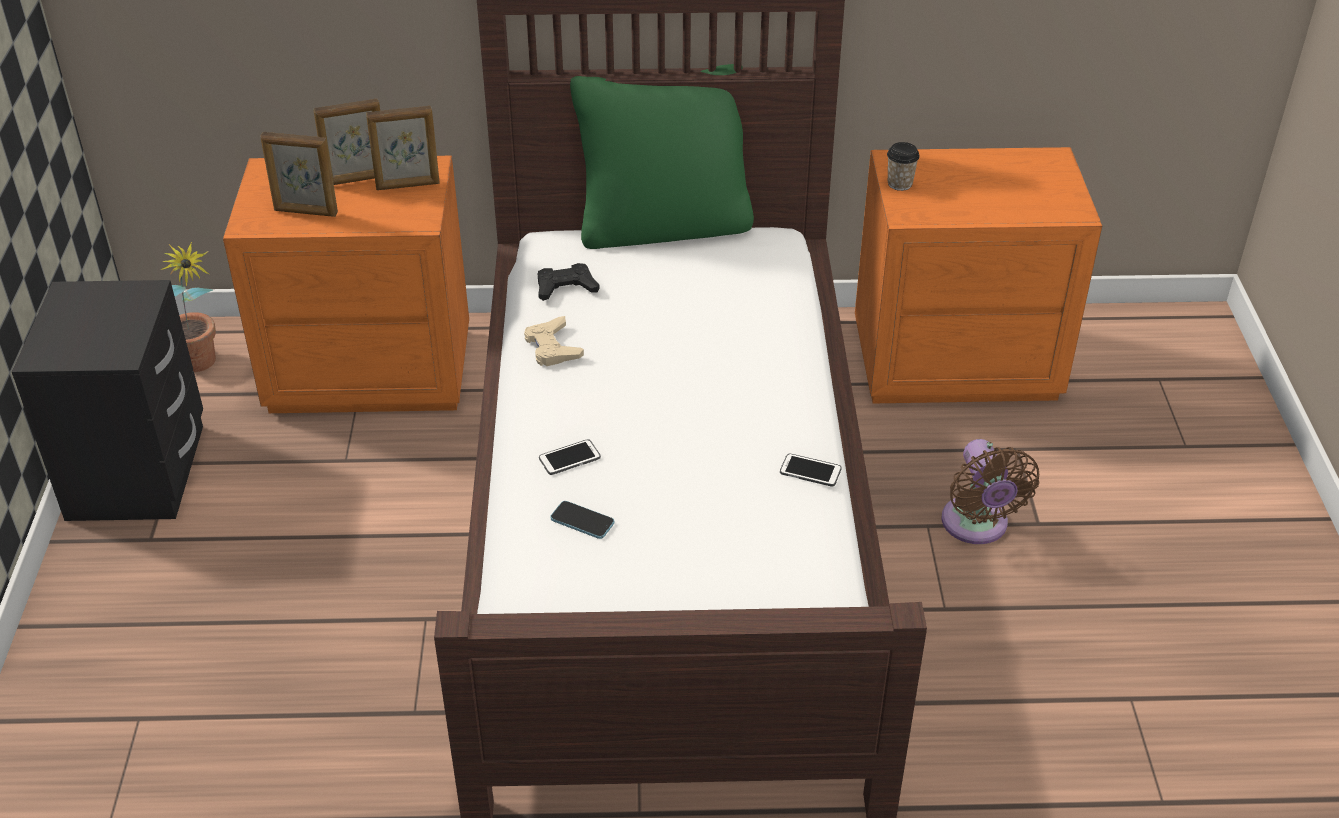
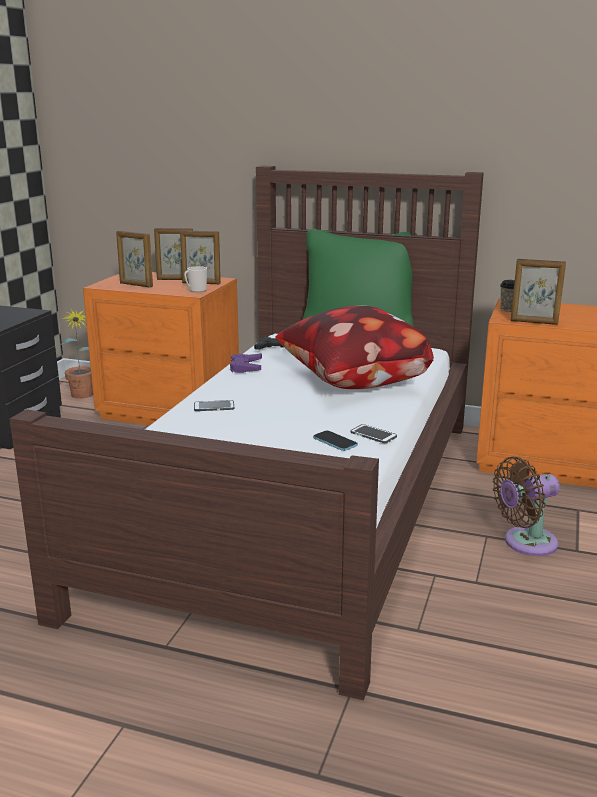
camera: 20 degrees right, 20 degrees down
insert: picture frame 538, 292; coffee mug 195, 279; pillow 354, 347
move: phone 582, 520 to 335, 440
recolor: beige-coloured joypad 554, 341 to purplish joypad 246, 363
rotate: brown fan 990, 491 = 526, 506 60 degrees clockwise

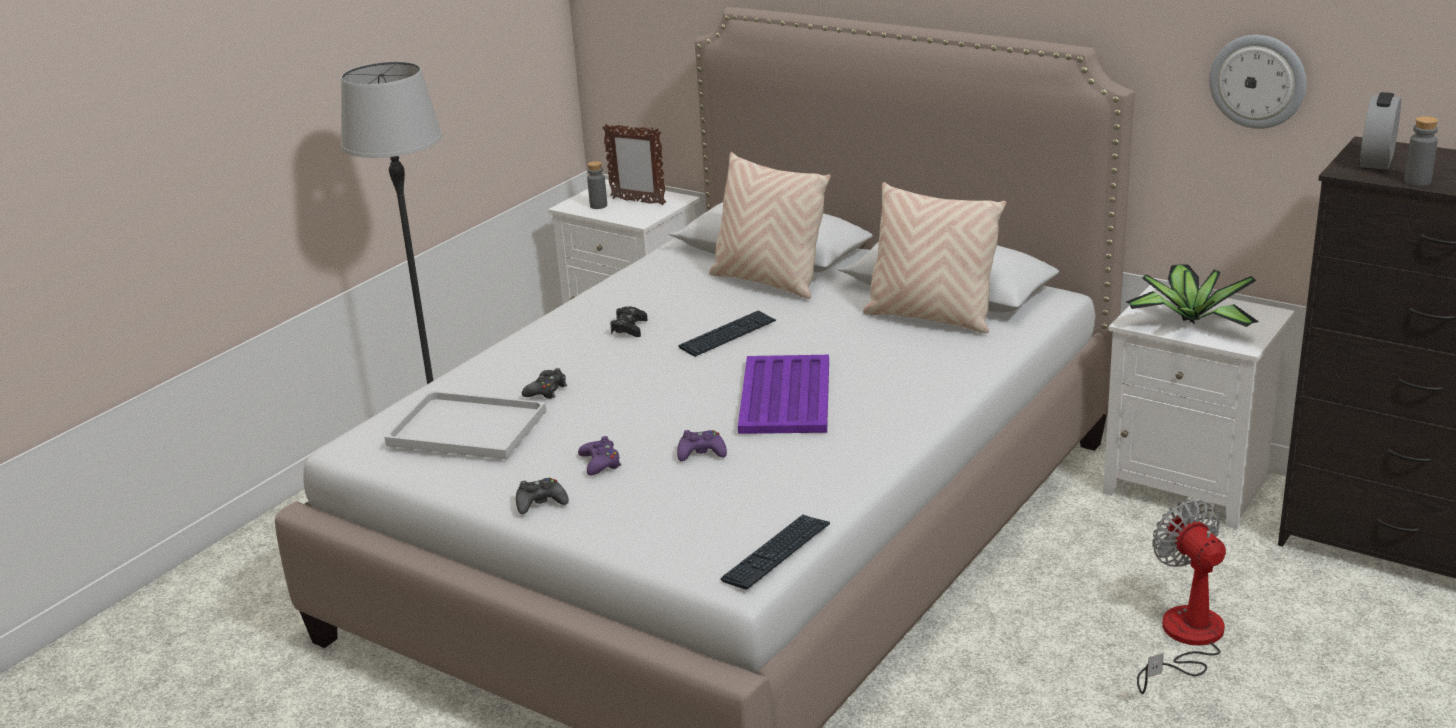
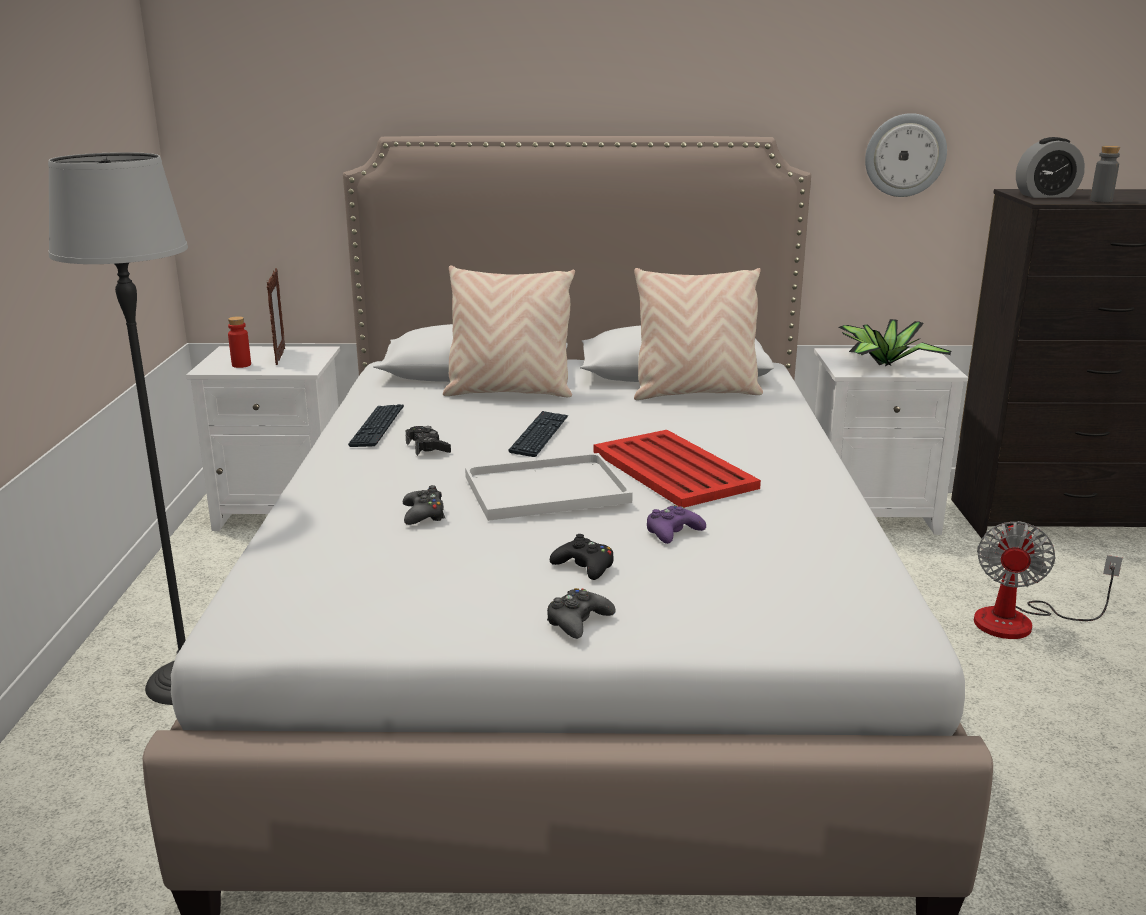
camera: 35 degrees left, 5 degrees down
move: white-coloured serving tray 465, 425 to 549, 487; computer keyboard 775, 552 to 376, 425
recolor: greyish drink bottle 597, 185 to red-coloured drink bottle 239, 342; purplish serving tray 783, 394 to red-coloured serving tray 677, 469; purplish joypad 599, 456 to blackish joypad 582, 557
rotate: alarm clock 1380, 131 = 1050, 167 90 degrees counterclockwise; picture frame 634, 164 = 276, 316 90 degrees counterclockwise; fan 1181, 596 = 1048, 580 105 degrees counterclockwise

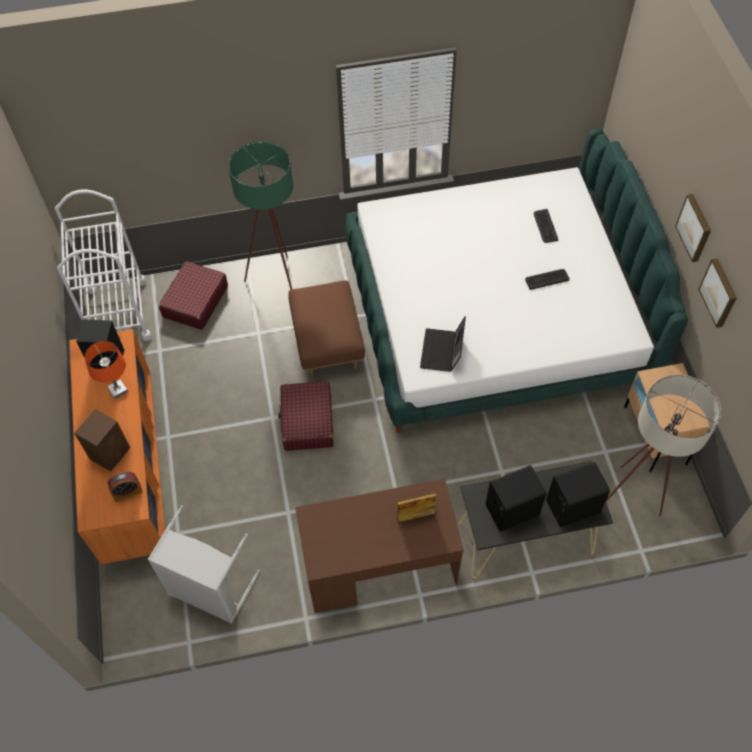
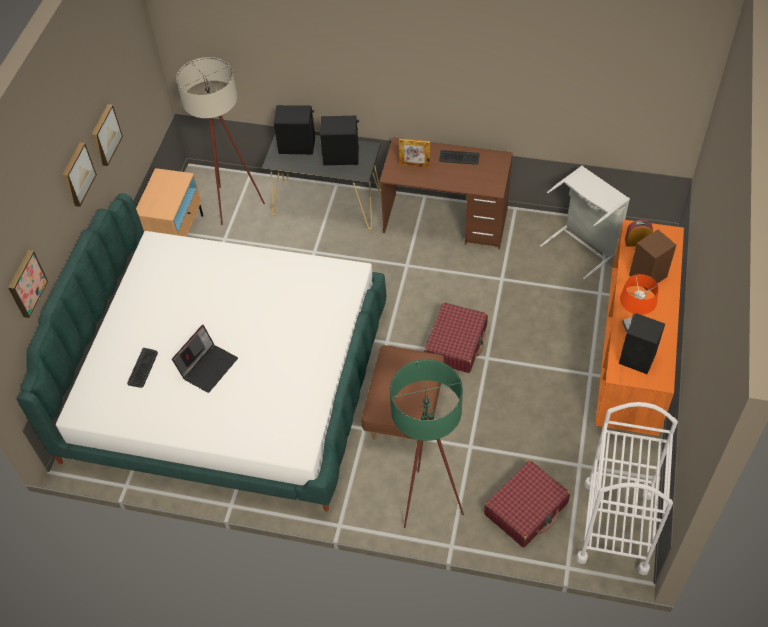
camera: 155 degrees left, 5 degrees down
insert: wall art 28, 284
move: computer keyboard 547, 279 to 459, 157; laptop 443, 344 to 205, 359

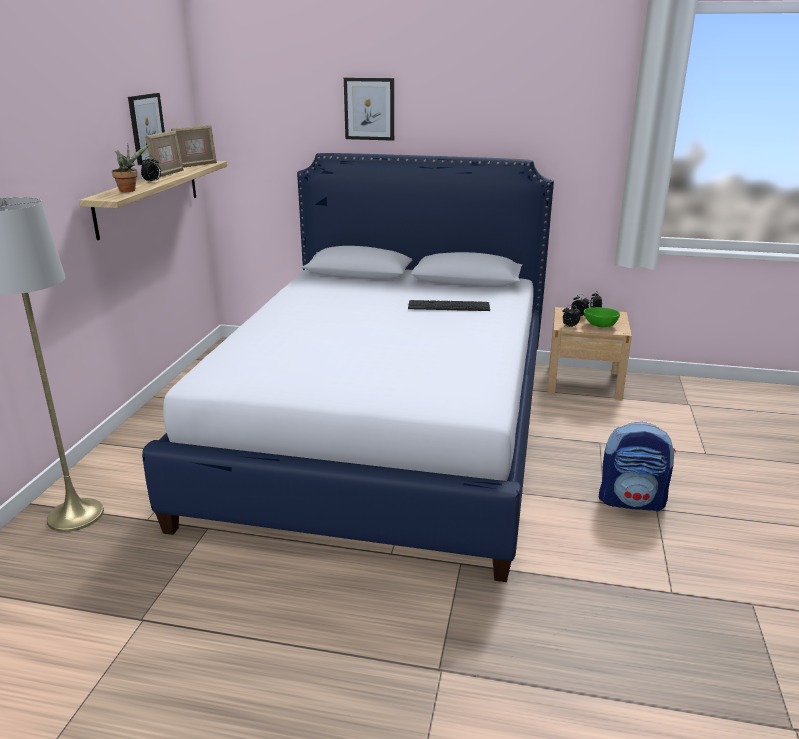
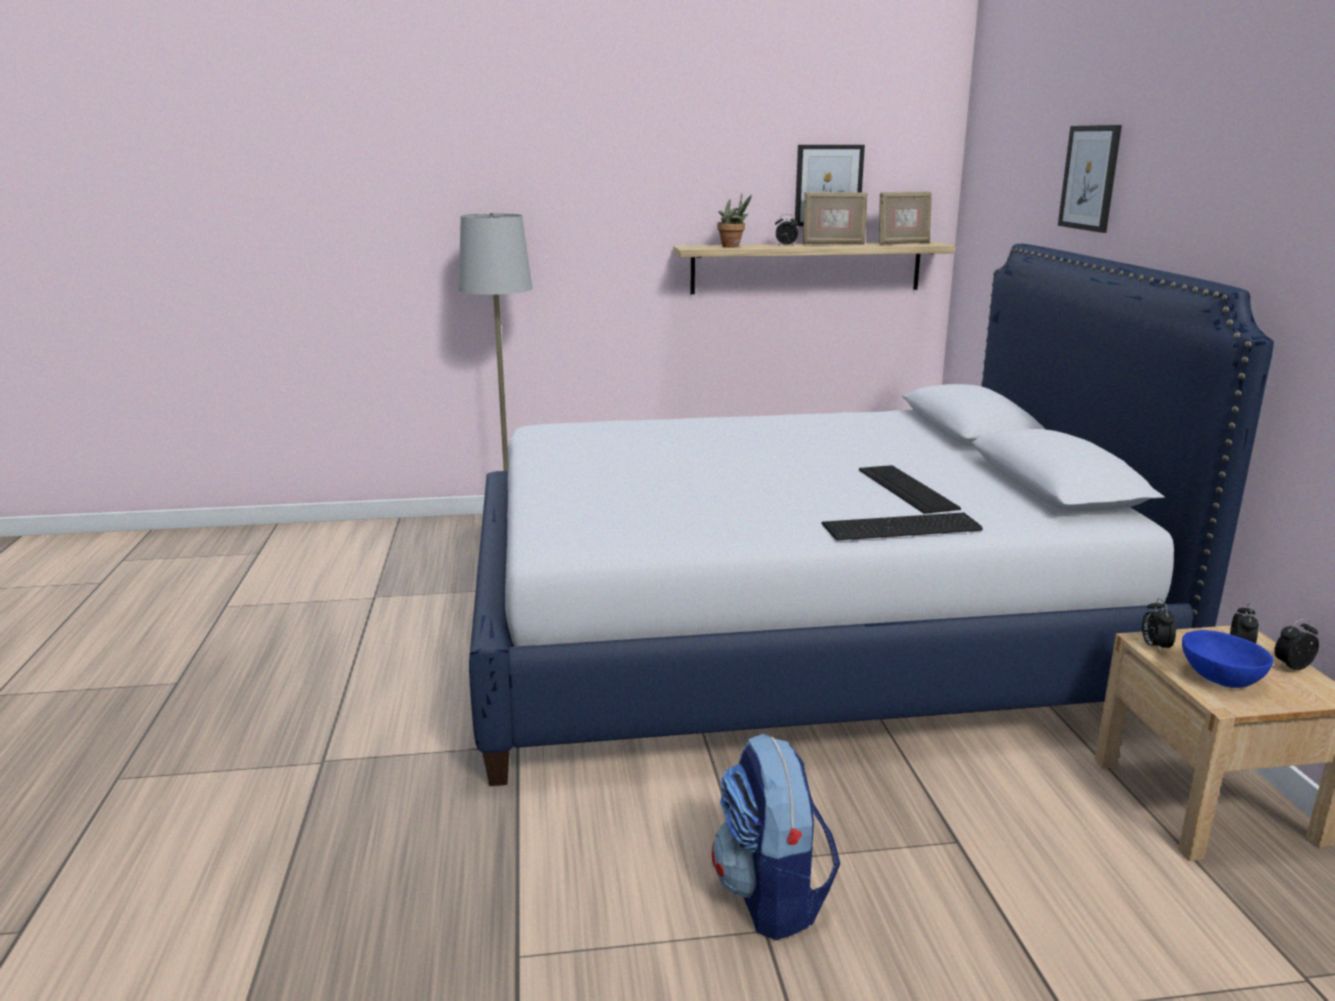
camera: 70 degrees right, 5 degrees down
insert: computer keyboard 902, 526
recolor: green bowl 602, 317 to blue-coloured bowl 1228, 659
rotate: picture frame 194, 146 = 905, 218 45 degrees counterclockwise

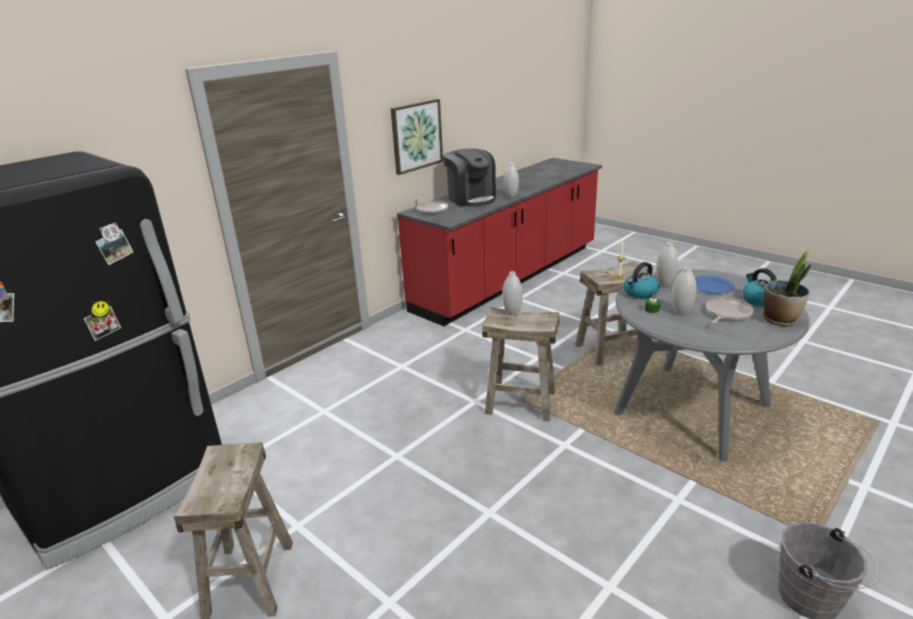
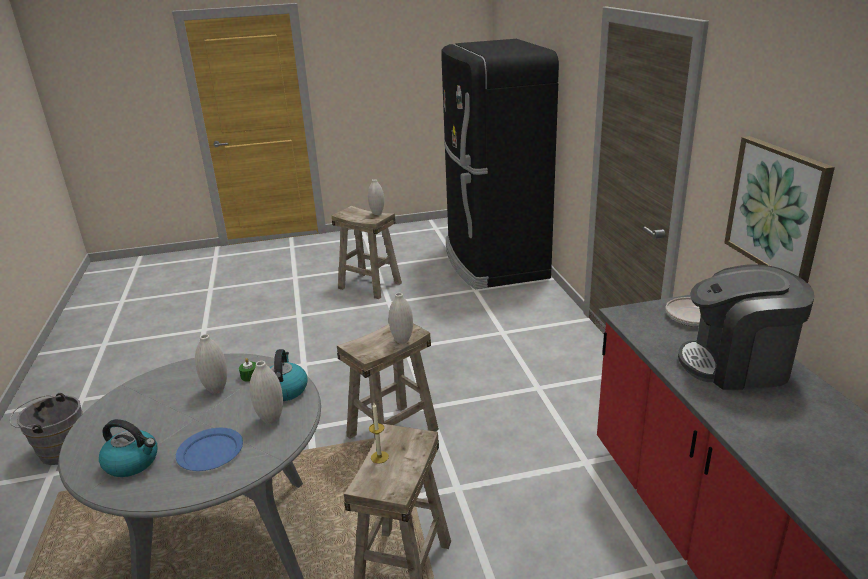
camera: 125 degrees right, 0 degrees up
delete: houseplant 787, 287; skillet 730, 310
move: white-coloured decorative vase 511, 180 to 376, 197

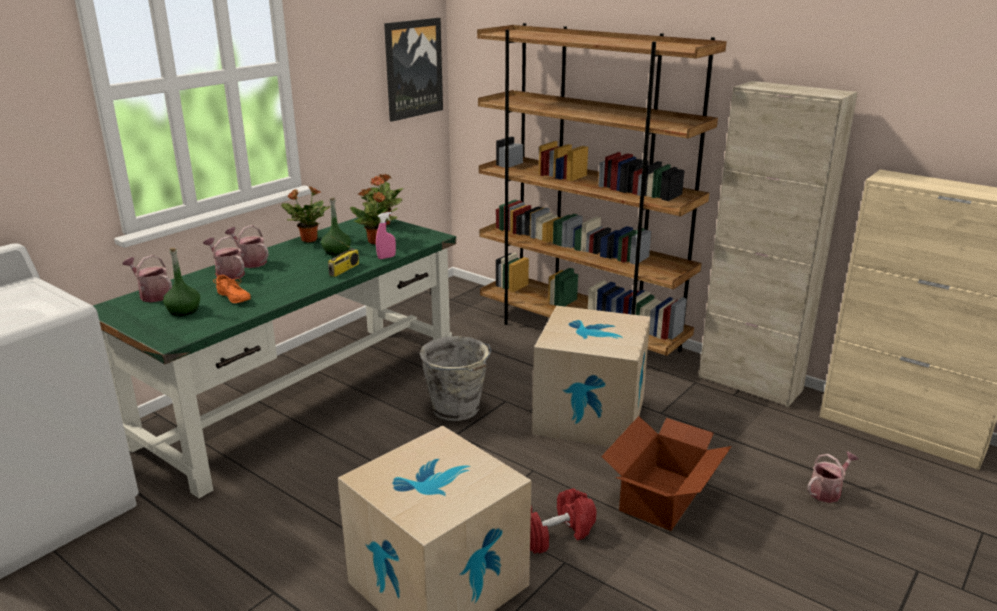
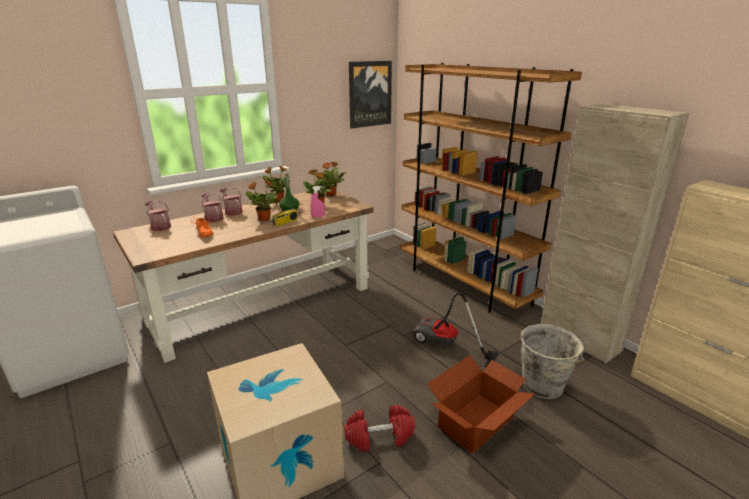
camera: 15 degrees right, 0 degrees up
delete: green drink bottle 181, 282; watering can 833, 477
insert: houseplant 262, 200
move: greyish bucket 455, 378 to 552, 361
replace: cardboard box 591, 376 to hoover 456, 329
recolor: green desk table 274, 357 to brown desk table 243, 276

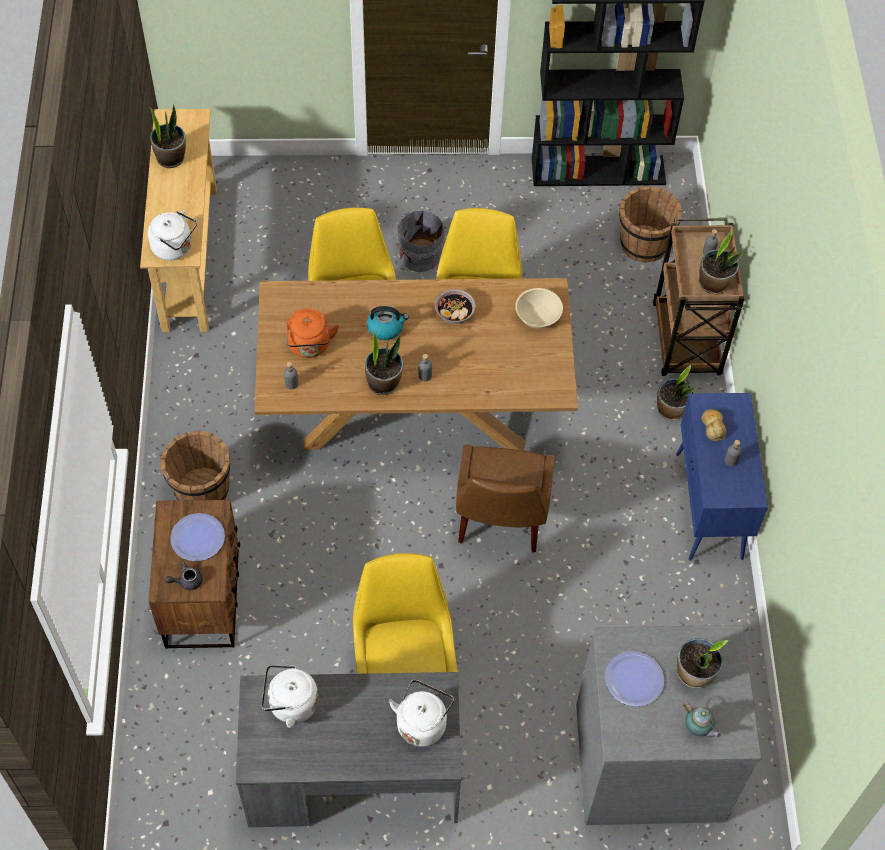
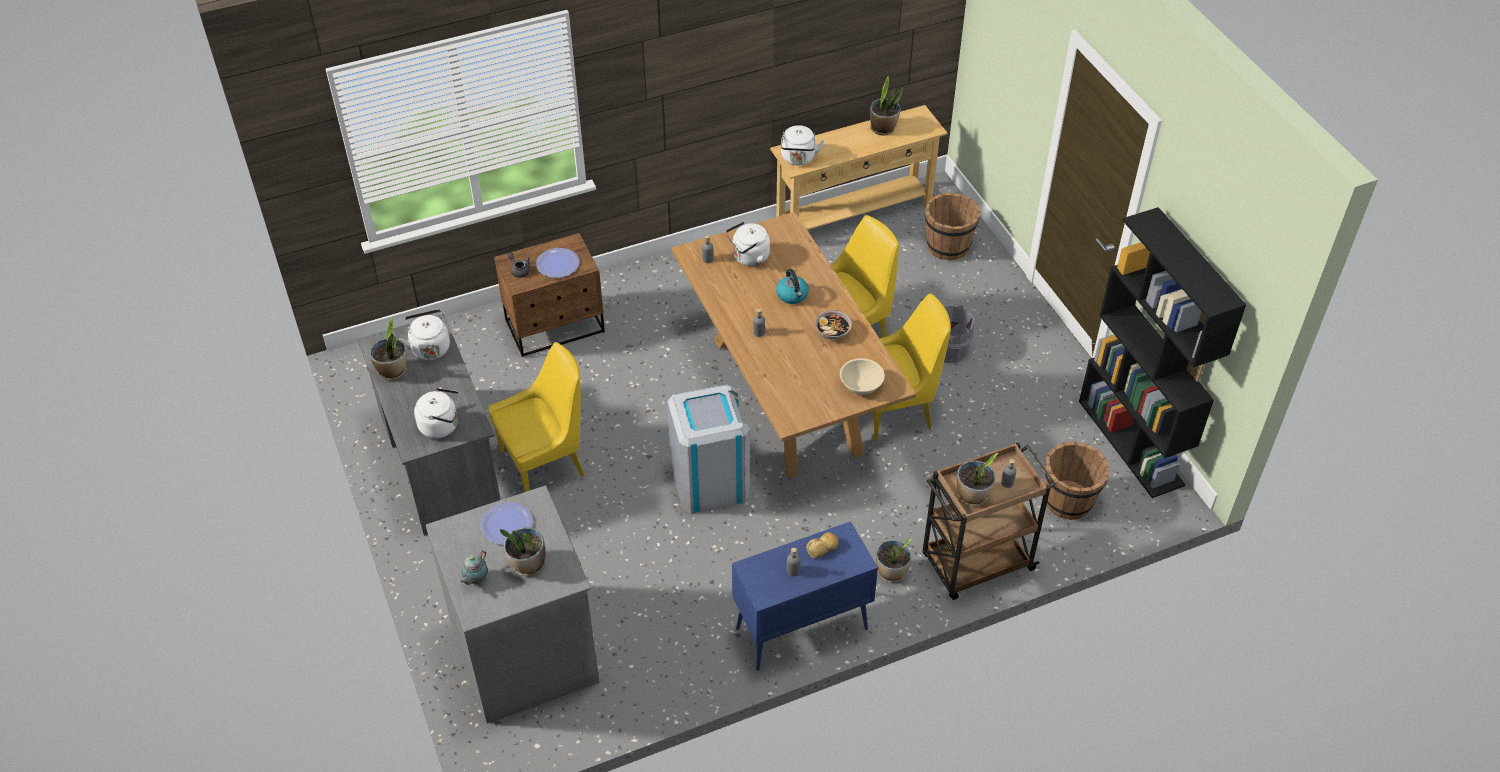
camera: 70 degrees right, 10 degrees down
move: houseplant 384, 363 to 388, 348; brown bucket 195, 465 to 953, 226
replace: brown plain chair 505, 499 to greyish rubbish bin 708, 449
recolor: orange-coloured tea kettle 312, 333 to white-coloured tea kettle 748, 244

